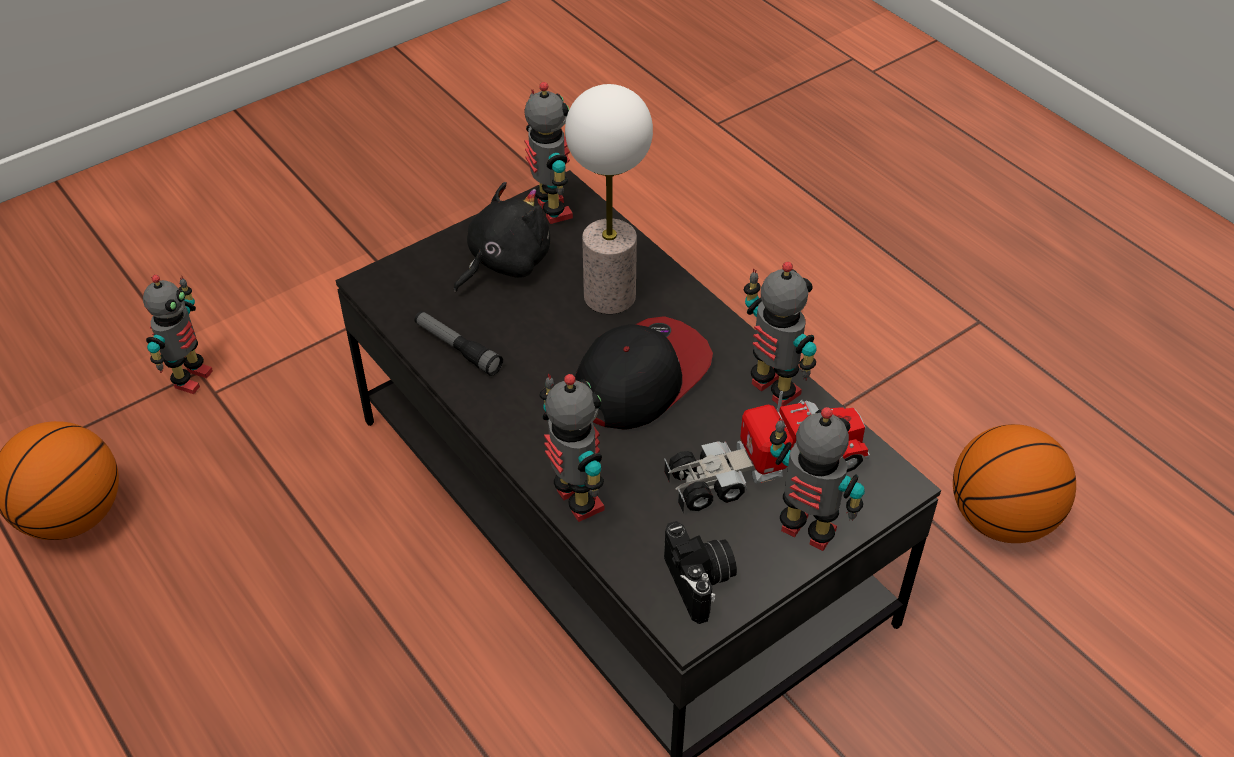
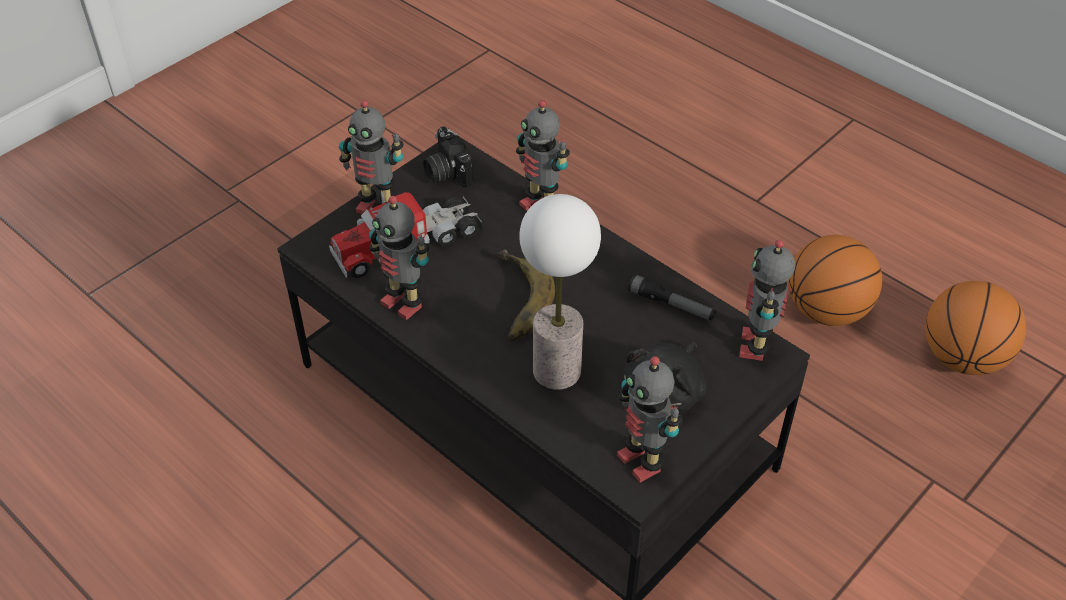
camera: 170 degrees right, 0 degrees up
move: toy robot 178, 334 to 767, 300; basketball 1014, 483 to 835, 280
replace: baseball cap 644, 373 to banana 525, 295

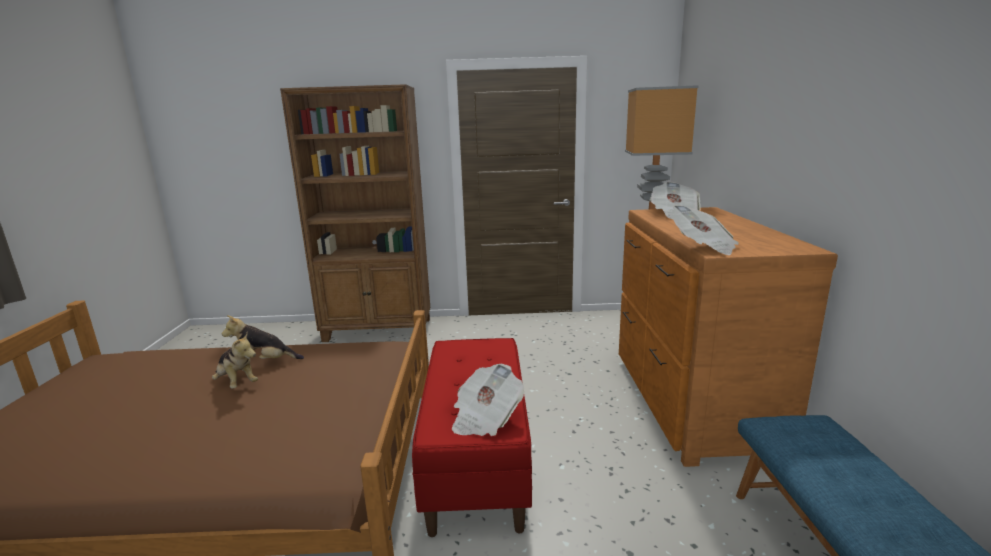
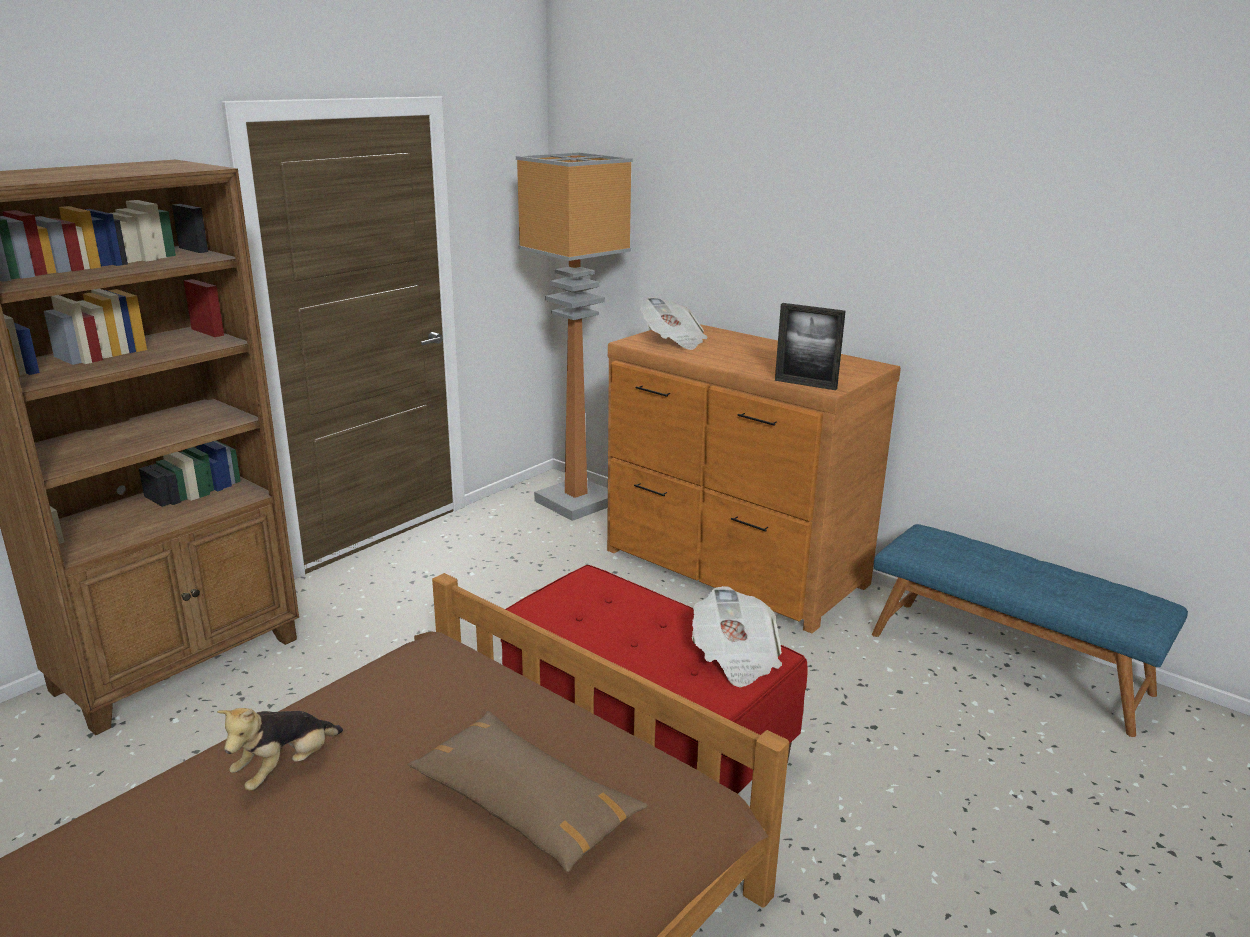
camera: 50 degrees left, 5 degrees up
delete: cuddly toy 235, 360
insert: brown pillow 527, 791
replace: daily paper 704, 230 to picture frame 810, 346

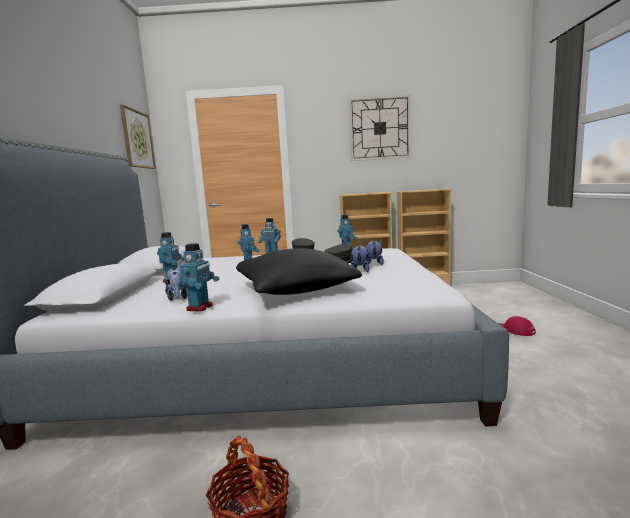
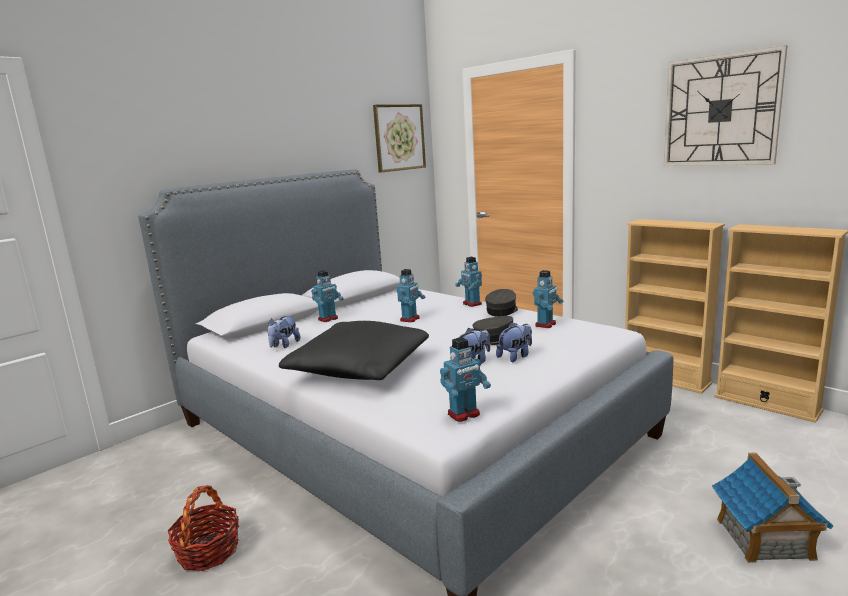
camera: 45 degrees right, 5 degrees up
move: toy robot 199, 277 to 465, 379
replace: red-coloured baseball cap 517, 326 to miniature house 773, 507

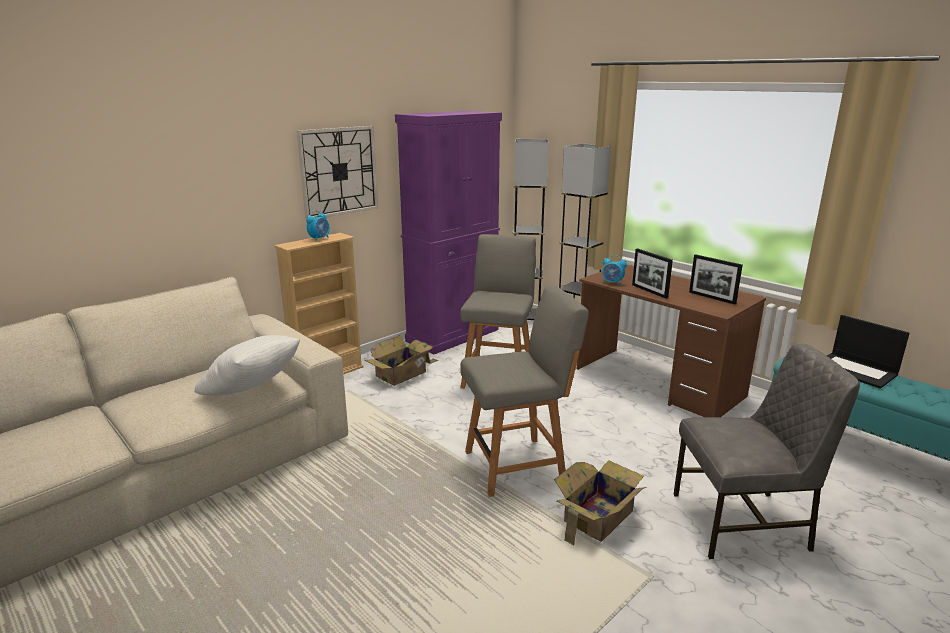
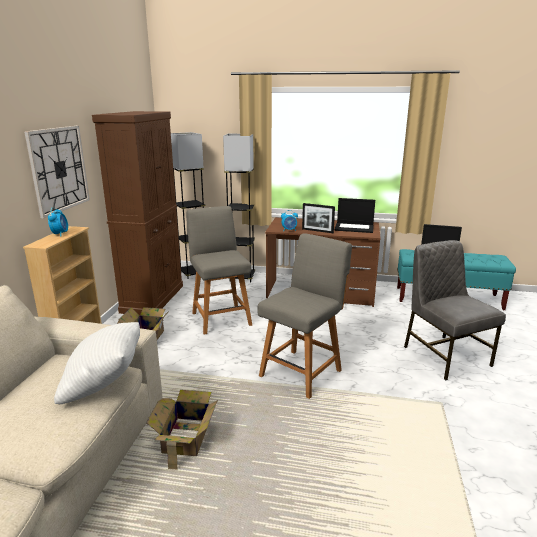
camera: 35 degrees left, 0 degrees up
move: cardboard box 600, 502 to 182, 430
replace: picture frame 716, 279 to laptop 355, 215
recolor: purplish storage cabinet 448, 233 to brown storage cabinet 137, 213
rotate: greyish plain chair 766, 451 = 455, 310 75 degrees counterclockwise

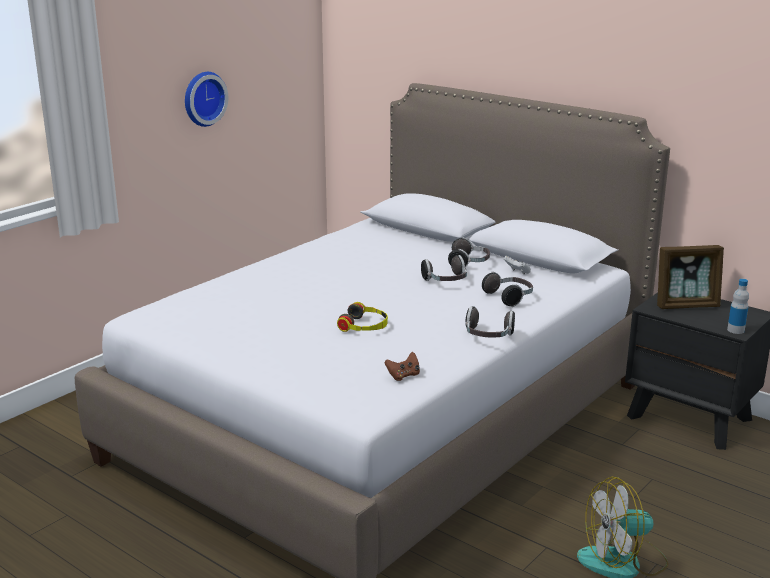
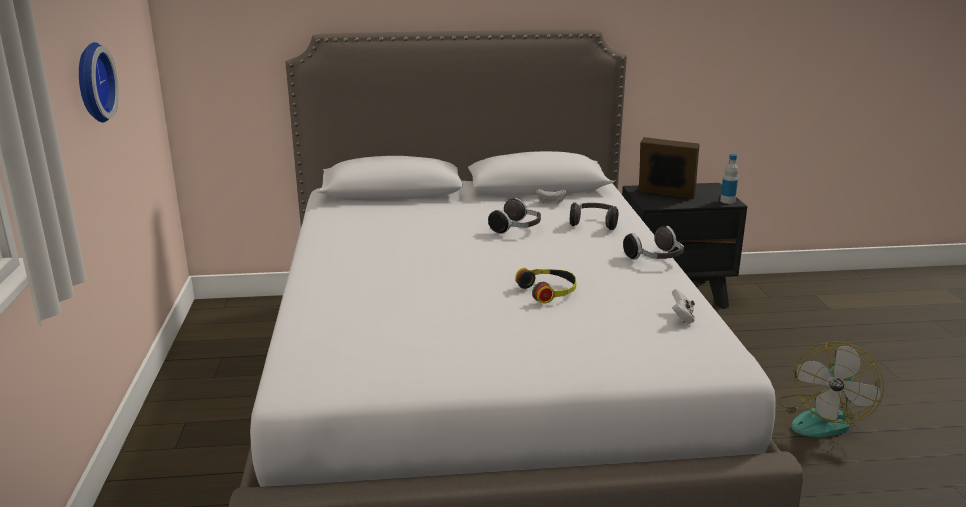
camera: 45 degrees left, 0 degrees up
delete: headset 469, 252
recolor: brown joypad 402, 366 to white-coloured joypad 683, 306
rotate: picture frame 690, 277 = 669, 168 105 degrees counterclockwise

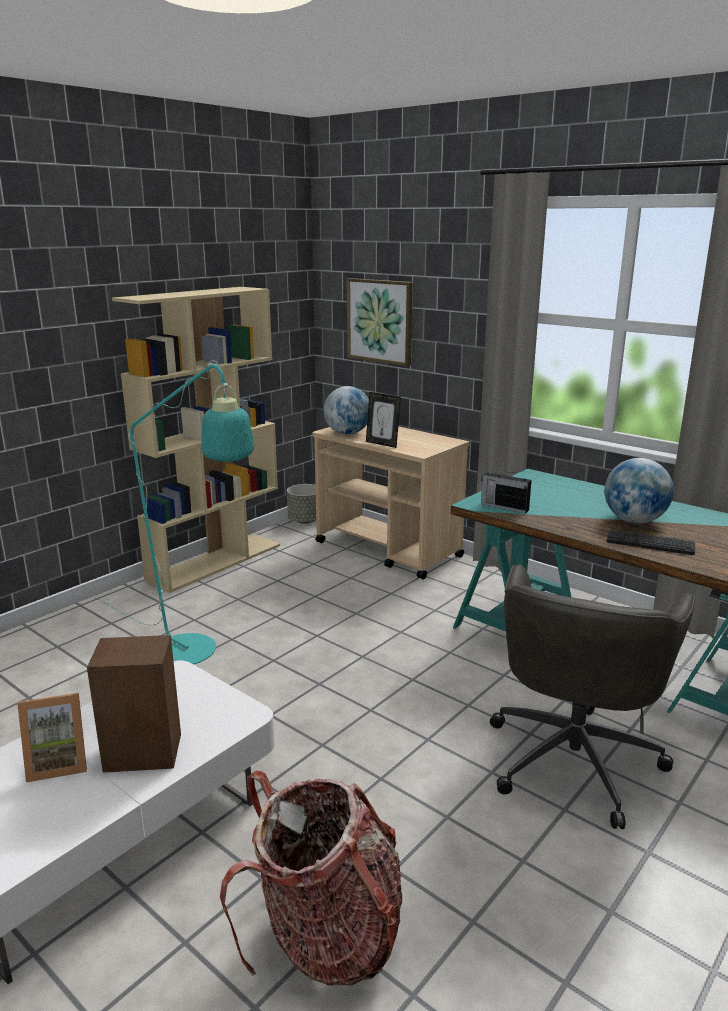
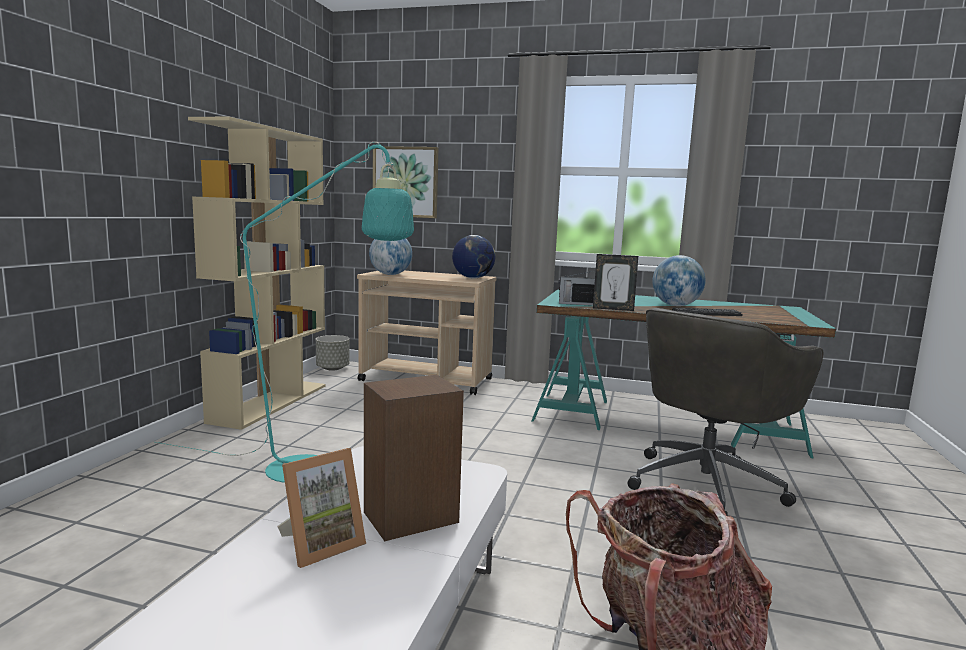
camera: 25 degrees left, 10 degrees down
insert: globe 473, 256
move: picture frame 383, 420 to 615, 282
rotate: greyish desk chair 593, 697 = 725, 412 45 degrees clockwise

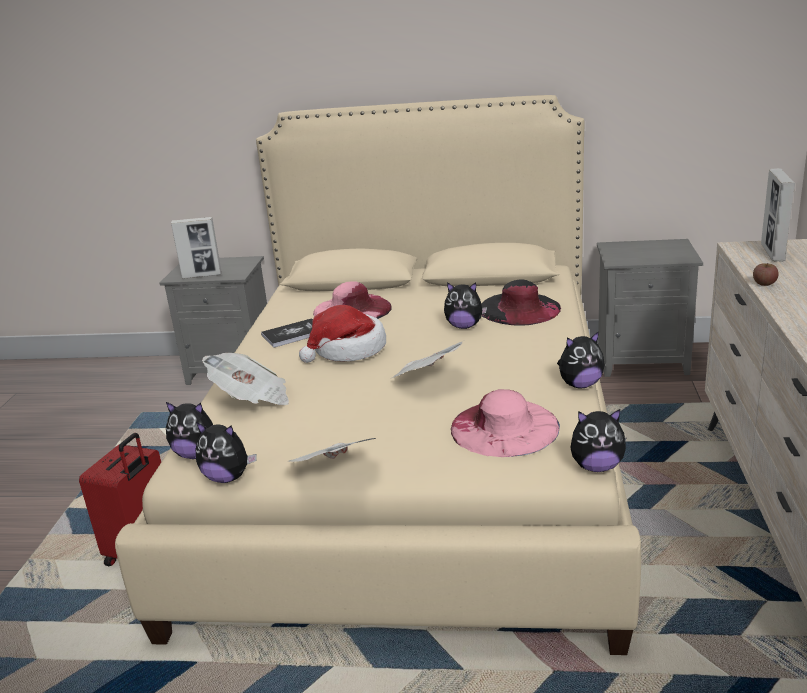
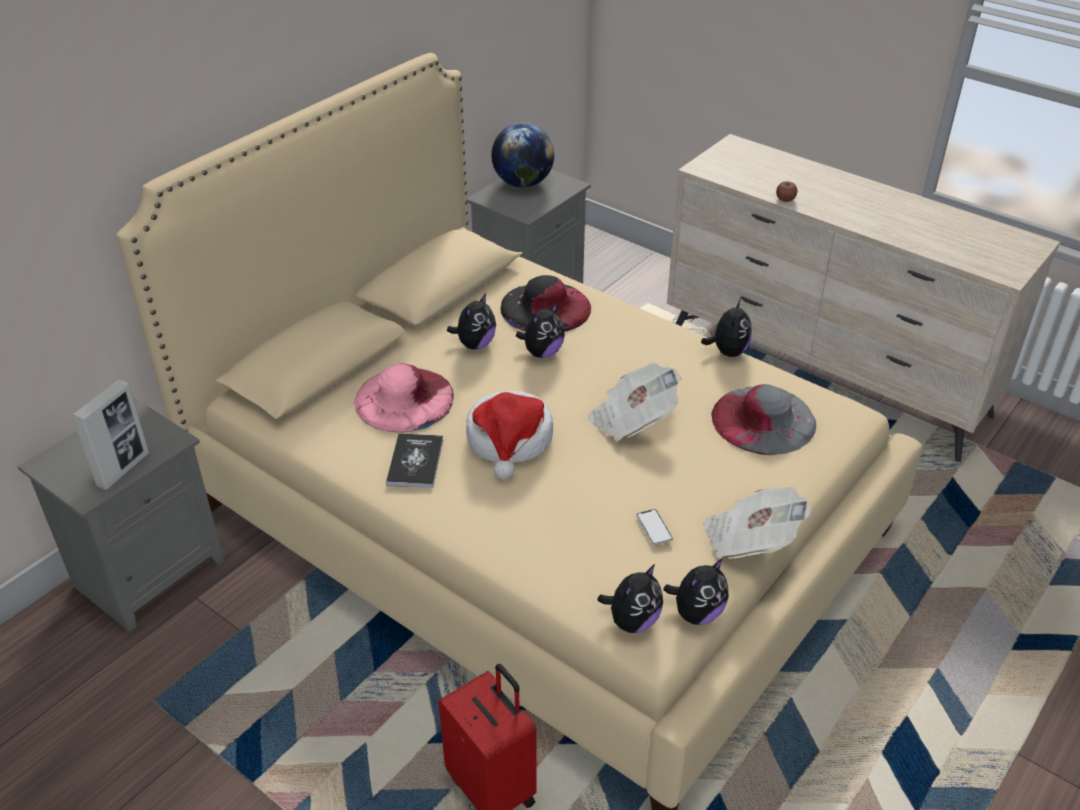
camera: 60 degrees left, 15 degrees up
delete: picture frame 778, 214; daily paper 245, 379
insert: globe 522, 155; phone 654, 527
move: cuddly toy 598, 440 to 471, 321
recolor: pink-coloured hat 505, 423 to greyish hat 763, 419

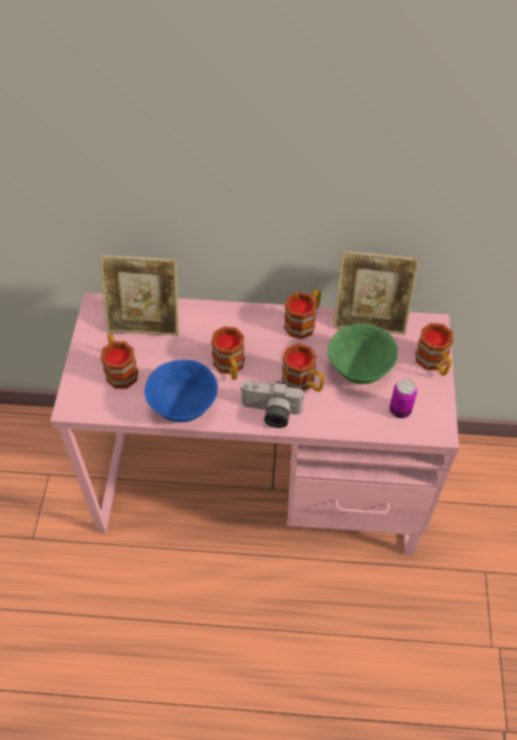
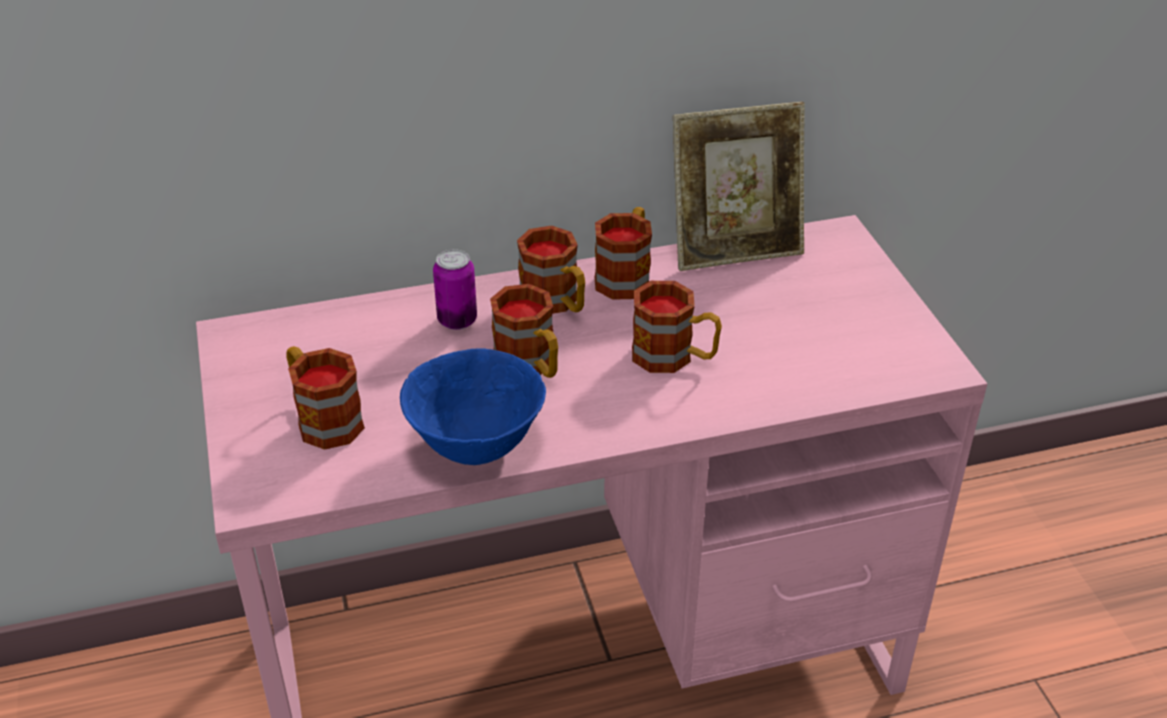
camera: 20 degrees left, 15 degrees down
delete: picture frame 139, 295; green bowl 362, 354; photo camera 272, 404
move: coffee mug 434, 349 to 551, 270; metal can 403, 398 to 455, 289

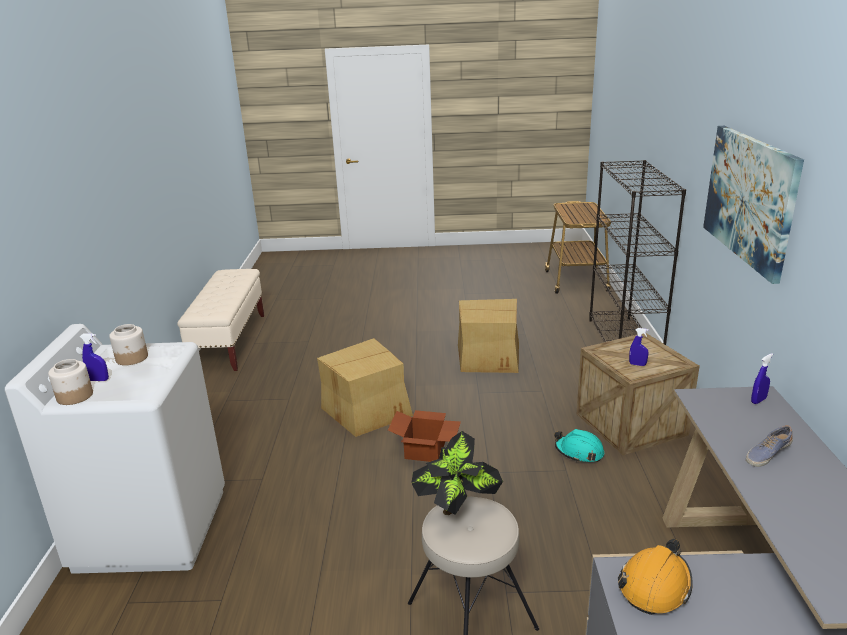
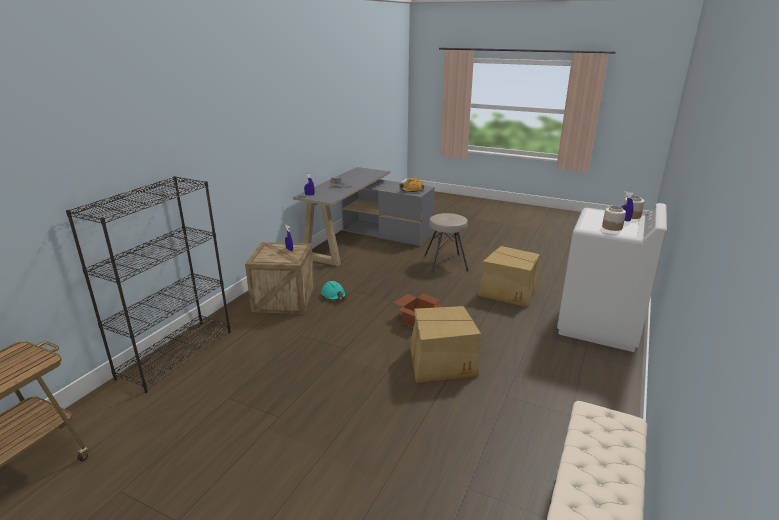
camera: 155 degrees left, 0 degrees up
delete: wall art 753, 205; houseplant 457, 473
move: cardboard box 488, 336 to 509, 276

